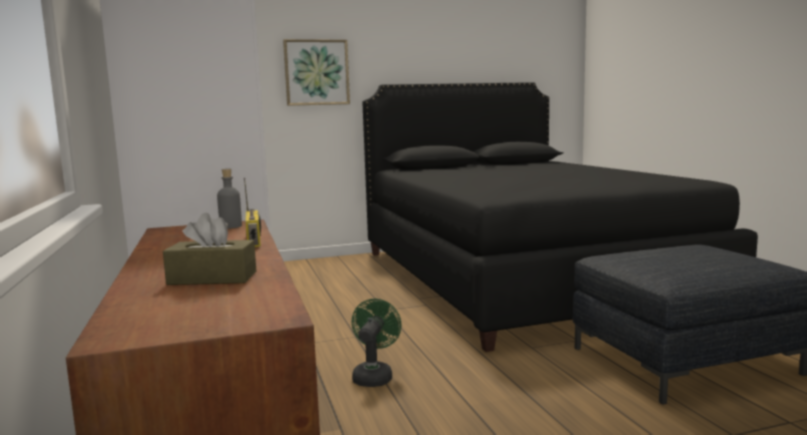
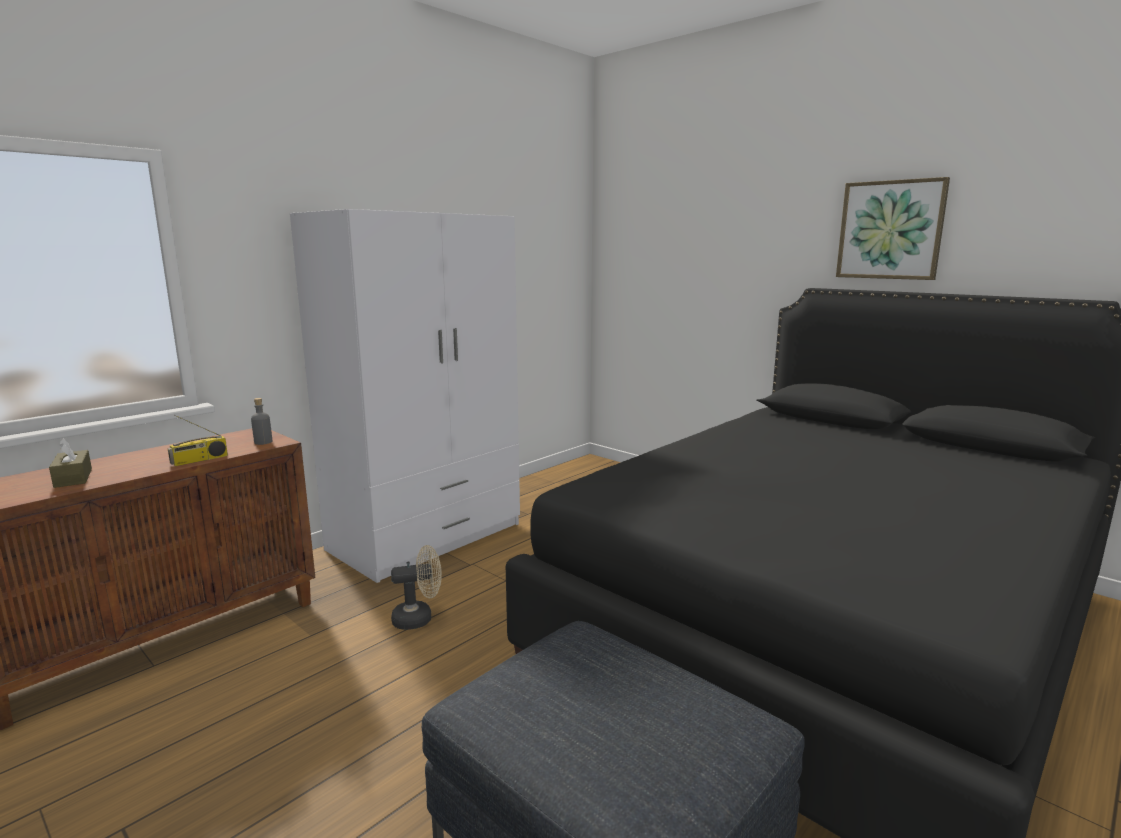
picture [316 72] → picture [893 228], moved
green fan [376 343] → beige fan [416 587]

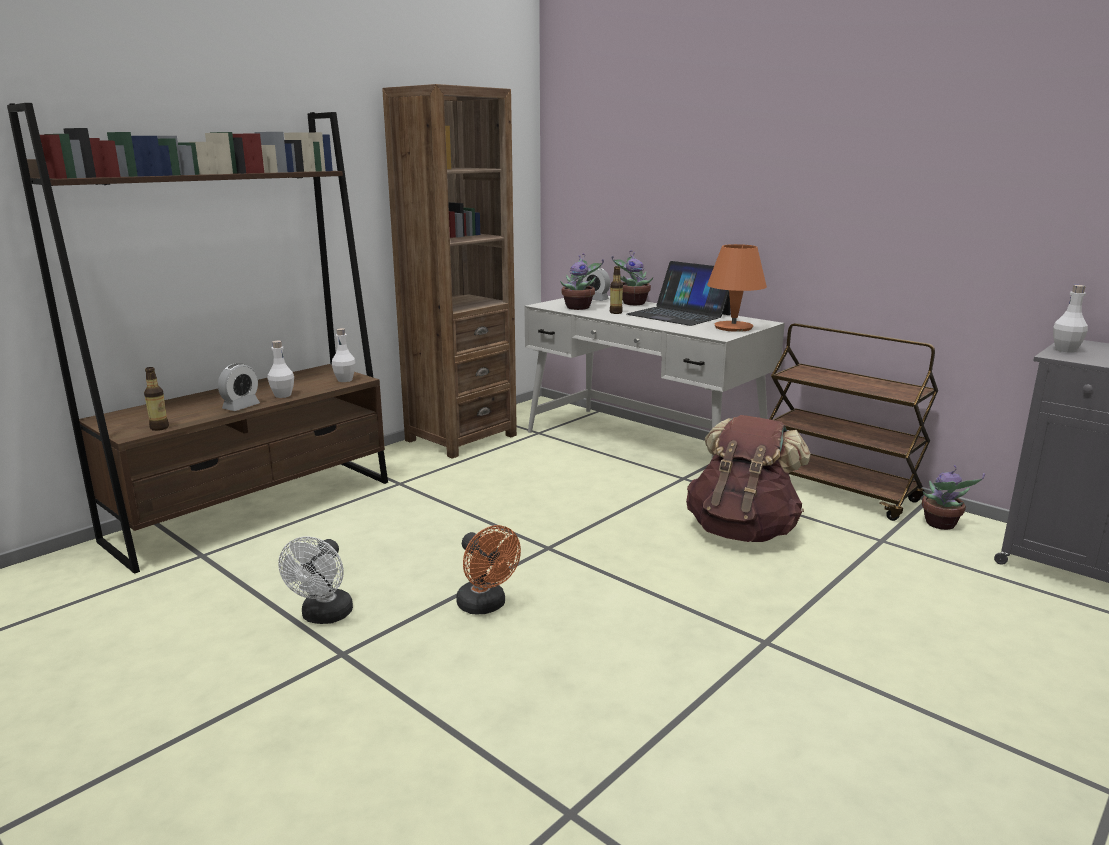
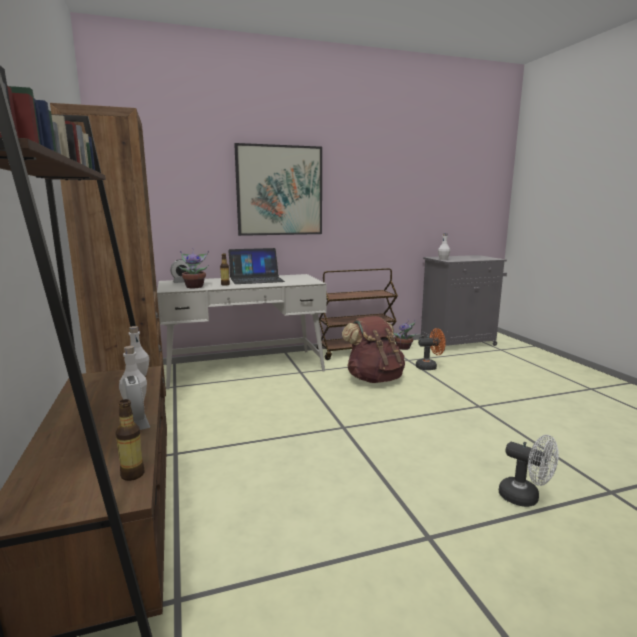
white fan [315 580] → white fan [529 471], moved
orange fan [488 569] → orange fan [431 349], moved
potted plant [632 277] → -
orange table lamp [737 288] → -
- → picture [278 189]

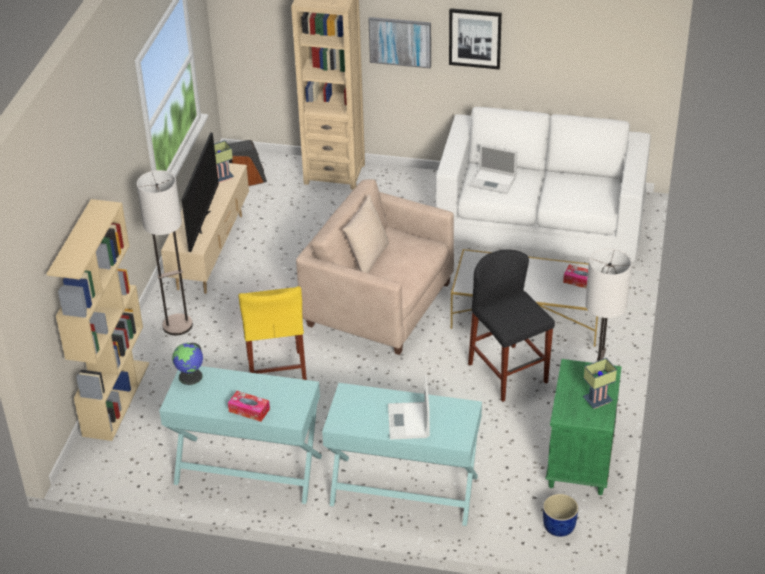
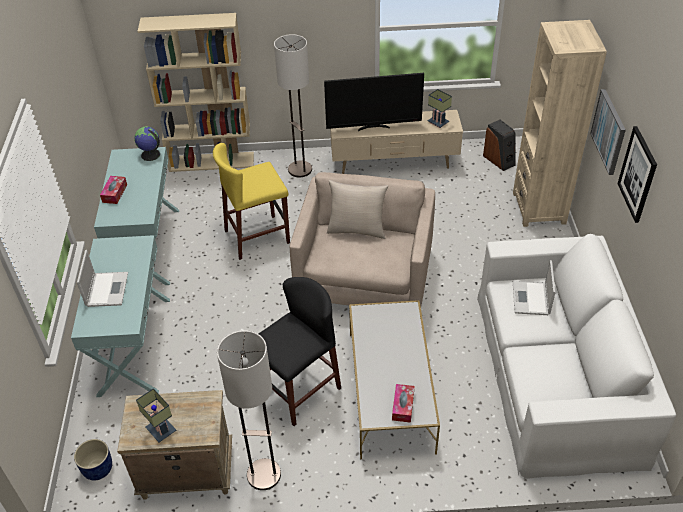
laptop [409 408] → laptop [102 278], 105 degrees clockwise
green nightstand [584 427] → beige nightstand [174 445]

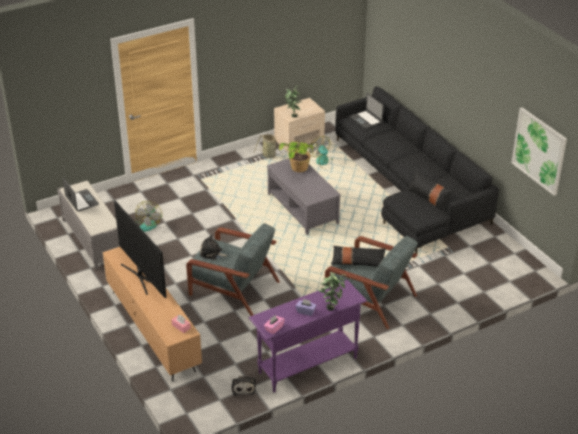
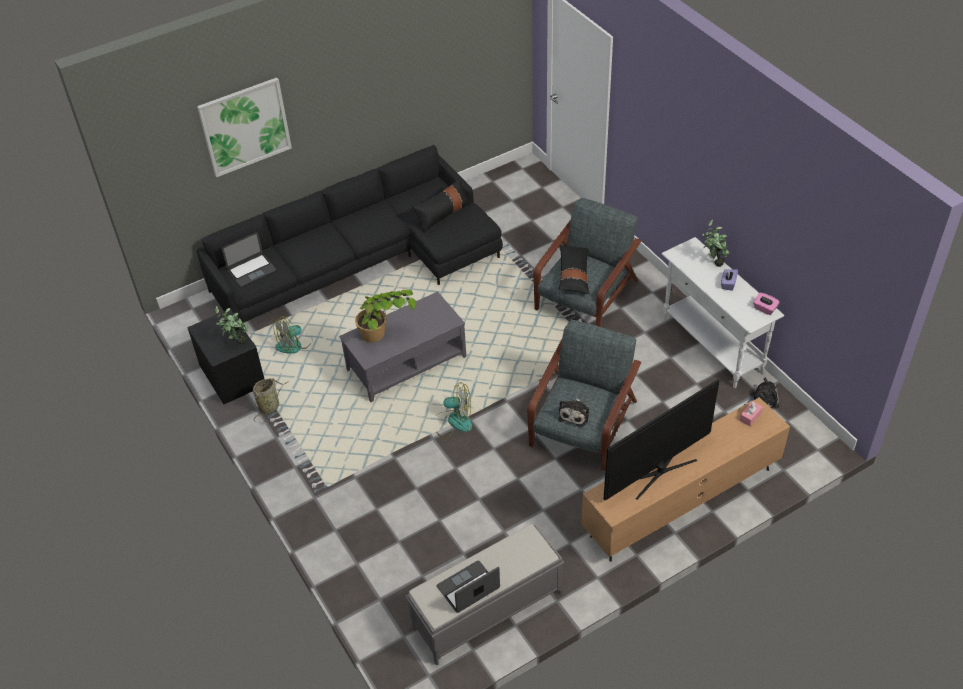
fan [148 216] → fan [454 410], moved
purple console table [308 336] → white console table [723 312]
beige nightstand [299 125] → black nightstand [225 356]
picture [539 151] → picture [244 127], moved

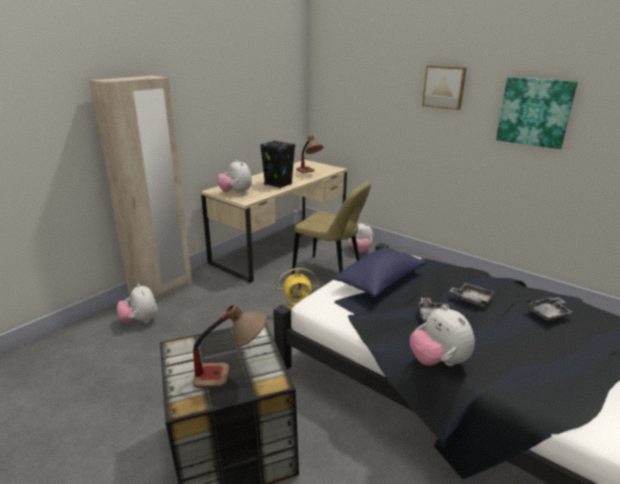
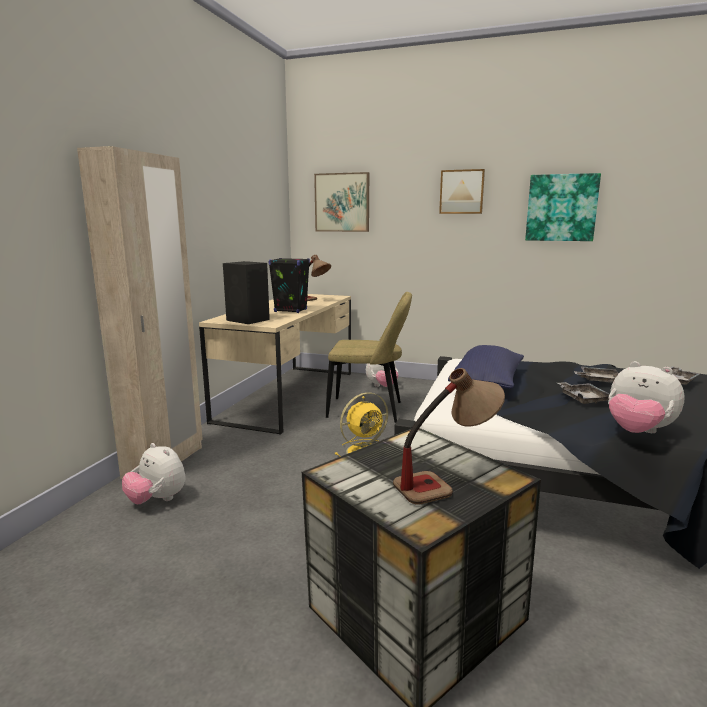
plush toy [234 176] → black speaker [246 292]
- → picture [341 202]

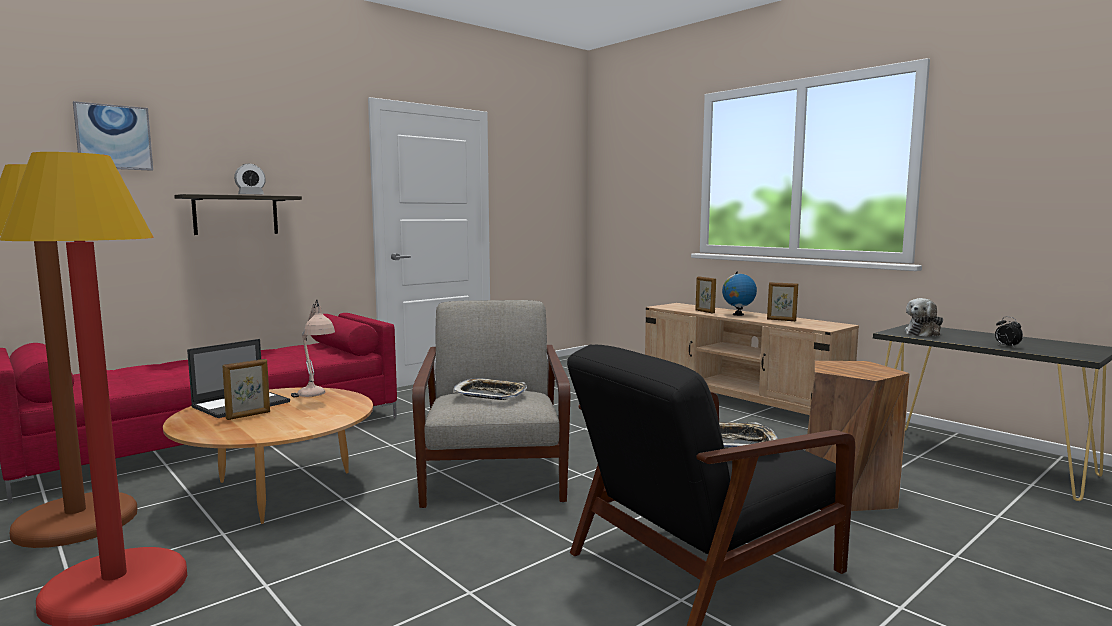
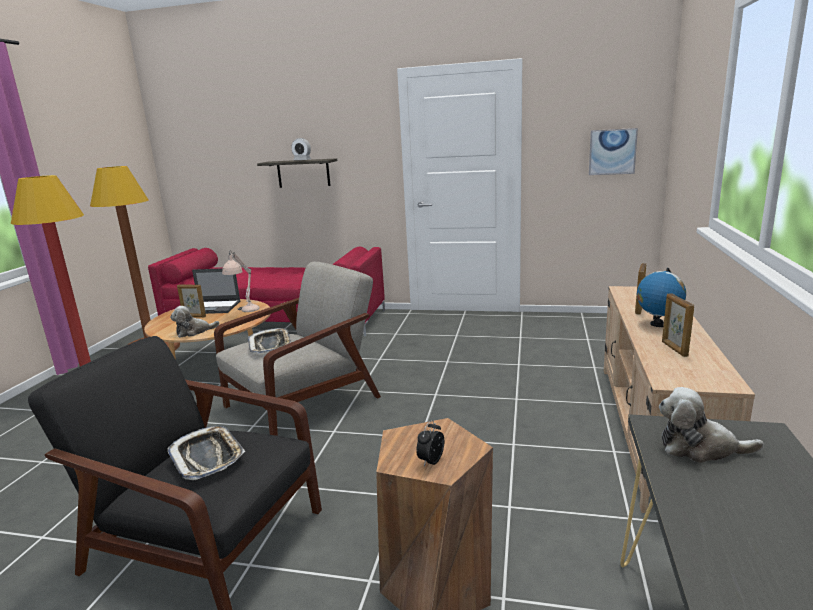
picture [113 136] → picture [613 151], moved
alarm clock [1009 332] → alarm clock [430 443], moved
- → plush toy [194 322]

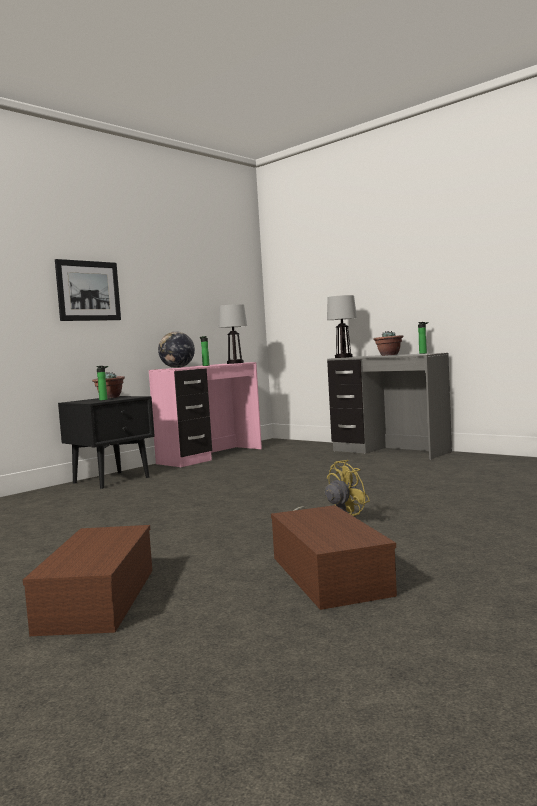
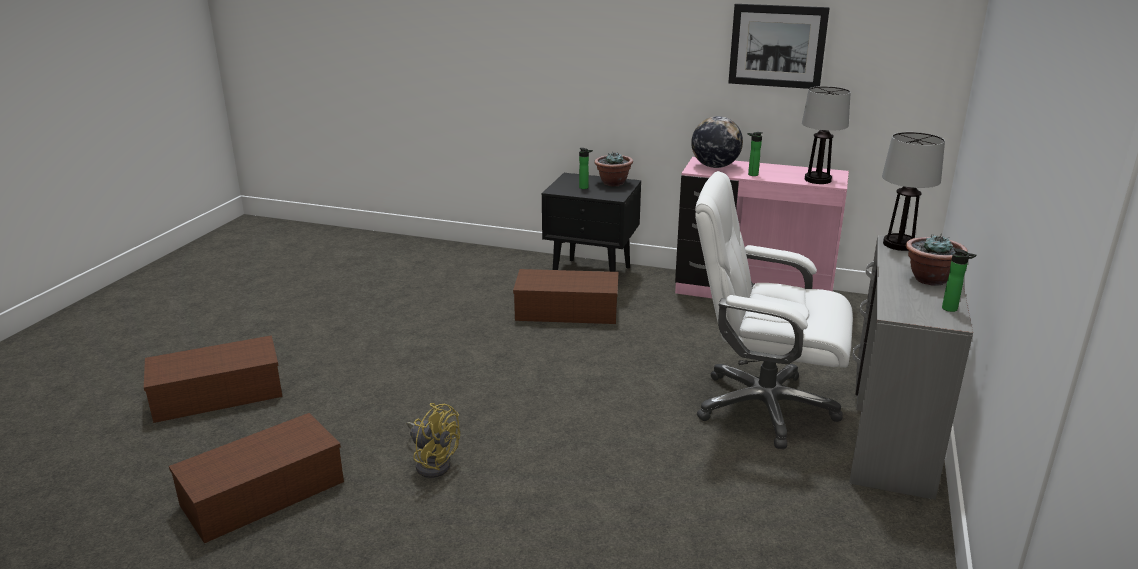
picture [88 290] → picture [779 46], moved
- → brown storage box [565 296]
- → white office chair [774 310]

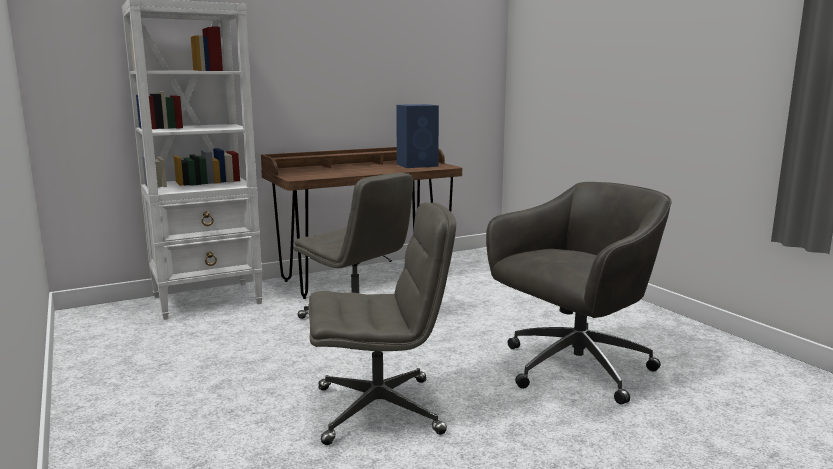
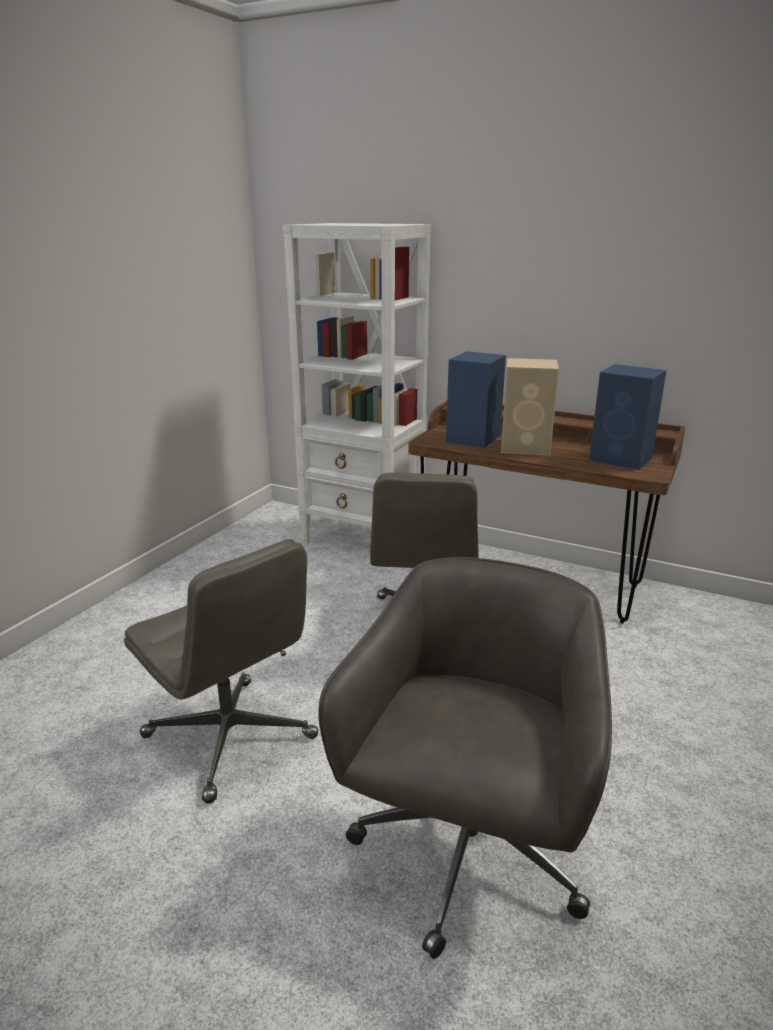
grey office chair [579 293] → grey office chair [465 758], 90 degrees counterclockwise
- → blue speaker [476 399]
- → beige speaker [530 407]

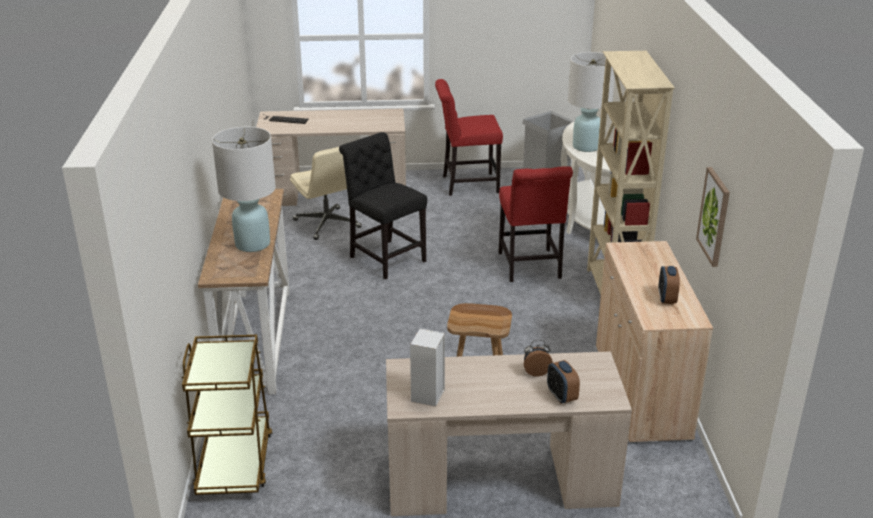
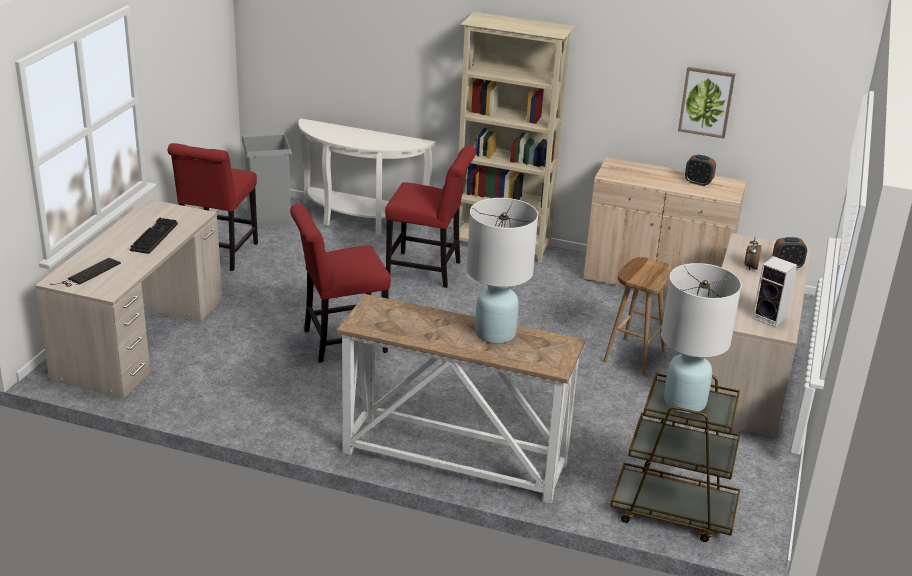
beige office chair [326 193] → -
black chair [383 206] → red chair [340 283]
white table lamp [591 102] → white table lamp [701 338], moved
- → keyboard [154 235]

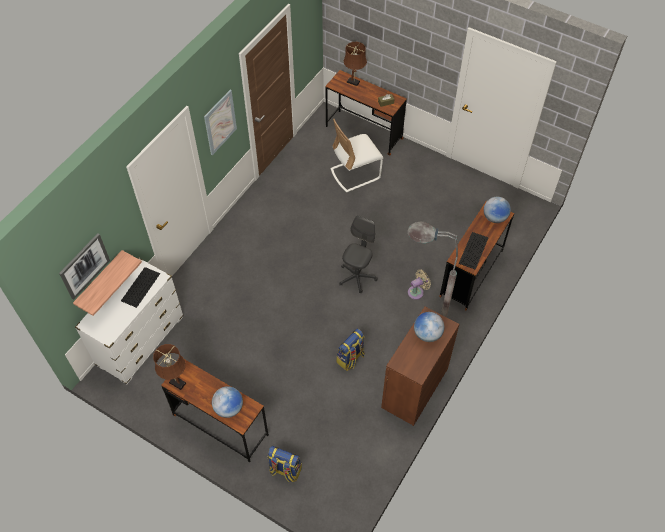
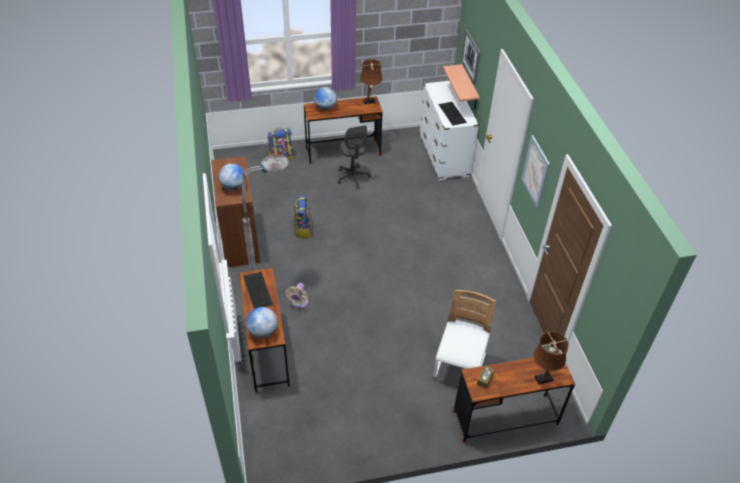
grey office chair [358 254] → grey office chair [354 157], moved

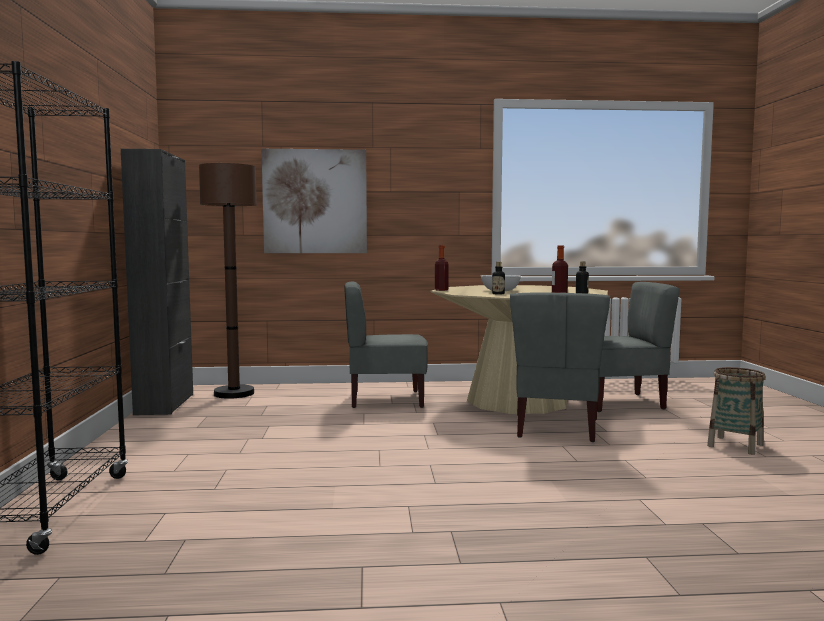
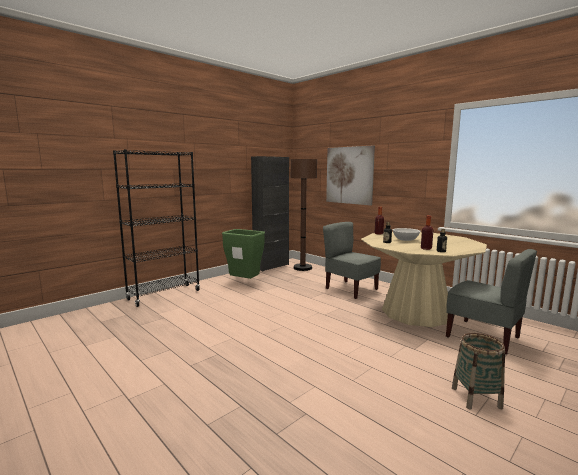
grey chair [560 367] → -
- → green trash can [243 254]

